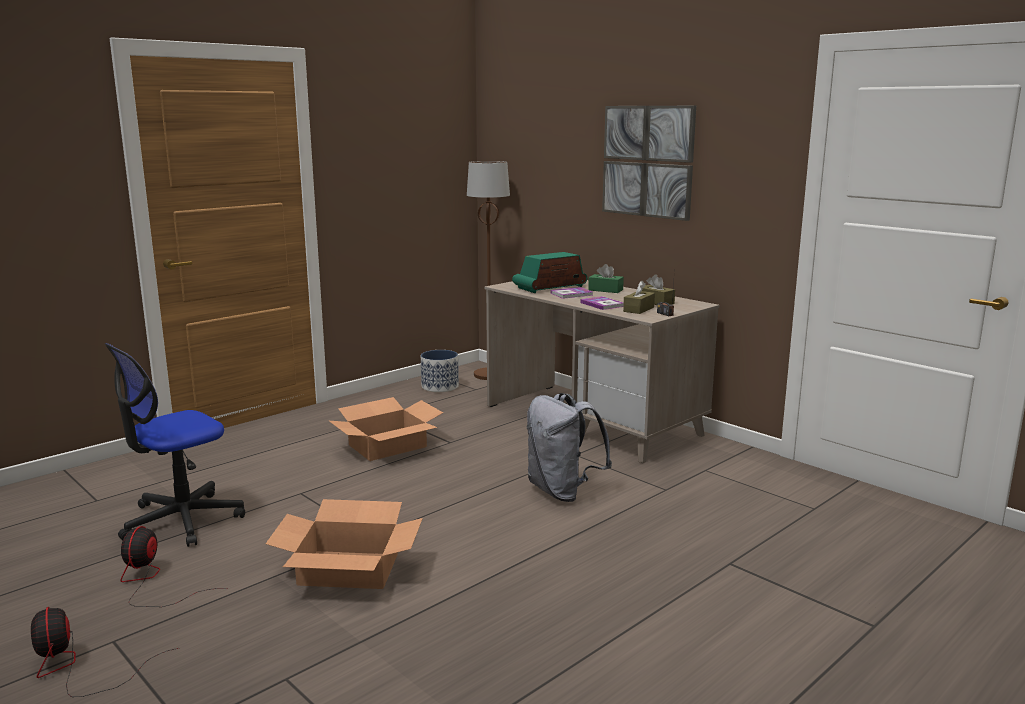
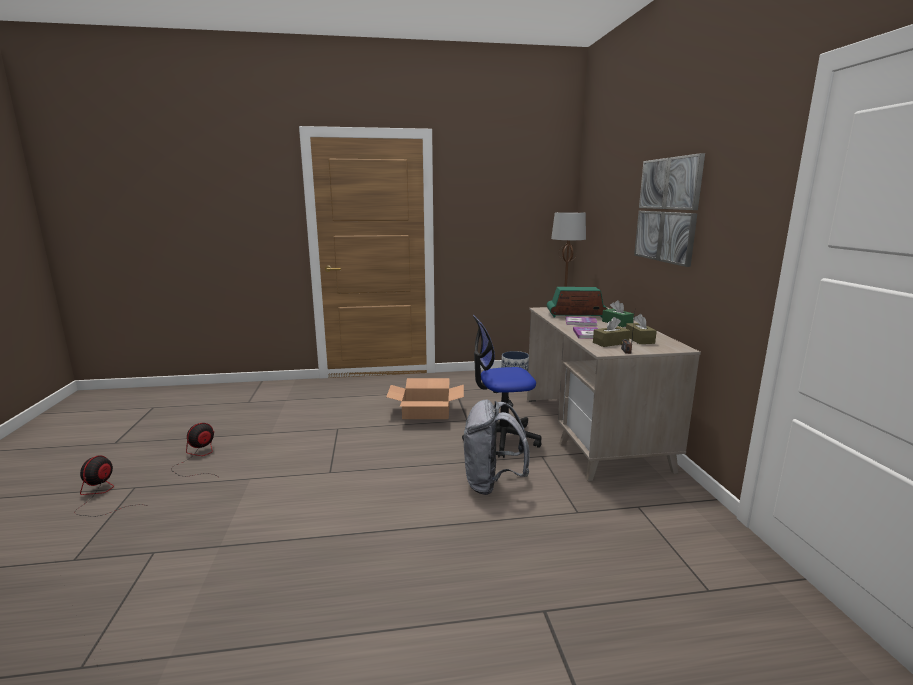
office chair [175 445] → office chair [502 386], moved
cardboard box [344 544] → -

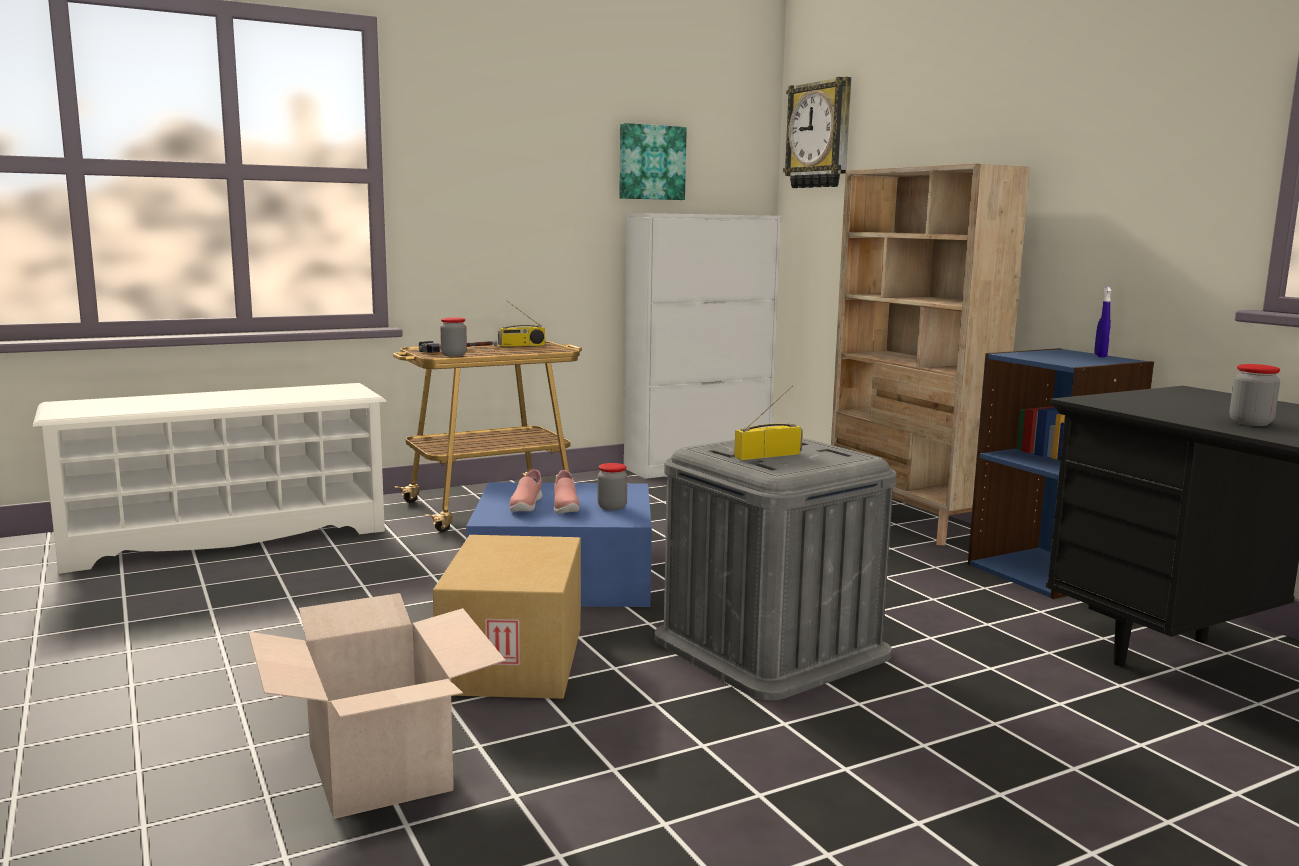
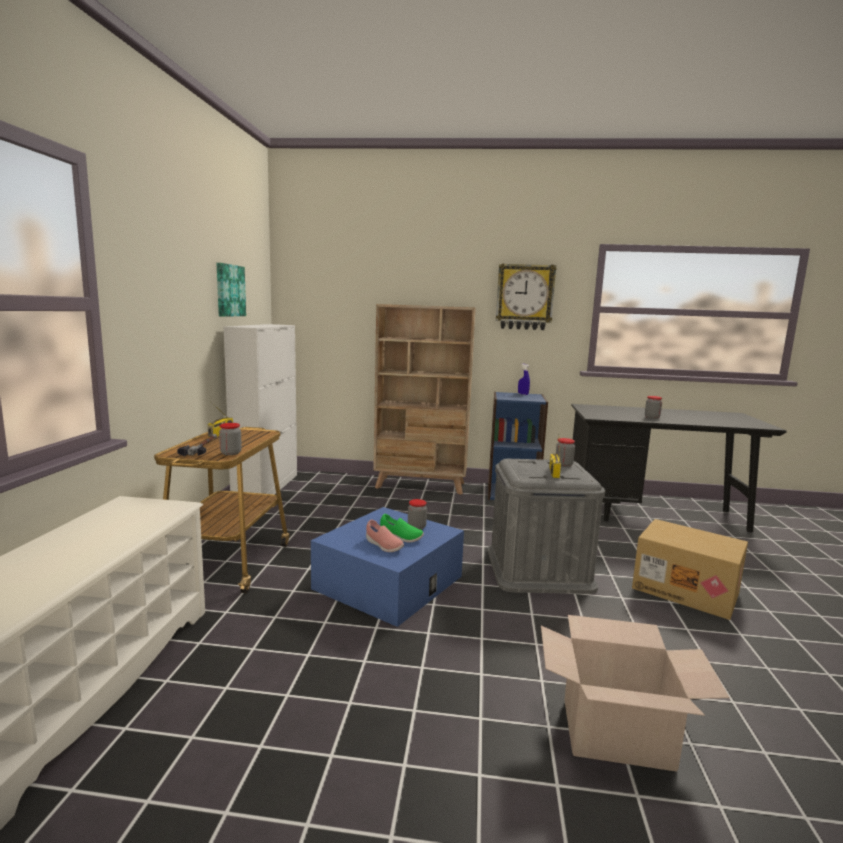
cardboard box [507 617] → cardboard box [690 569], moved
pink shoe [567 491] → green shoe [402 528]
wall clock [817 132] → wall clock [526 296], moved
- → jar [565 452]

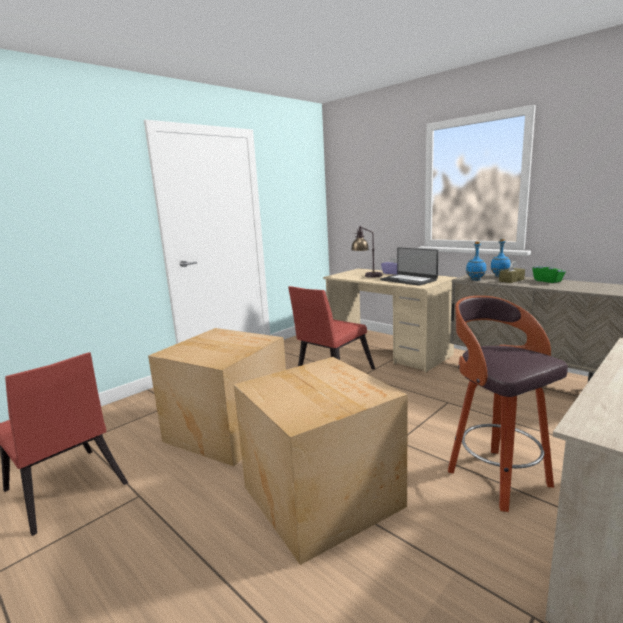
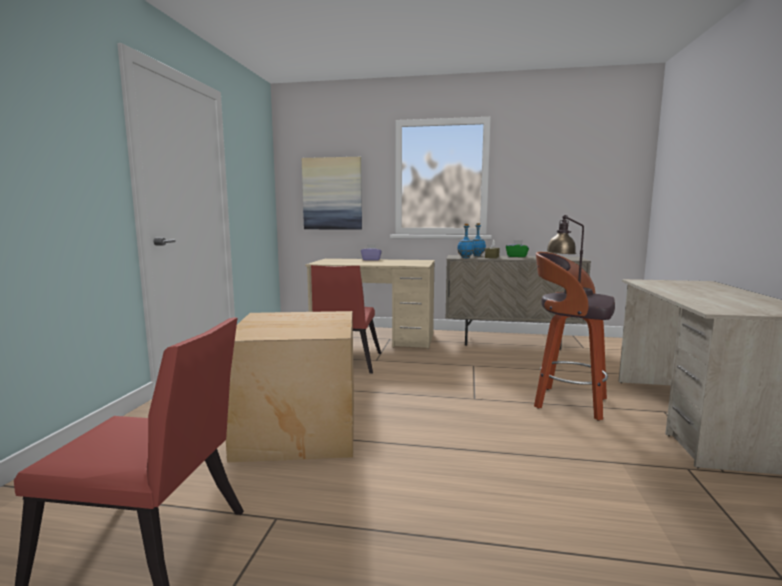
cardboard box [321 461] → -
table lamp [367 252] → table lamp [569 255], moved
laptop [409 266] → -
- → picture [332 193]

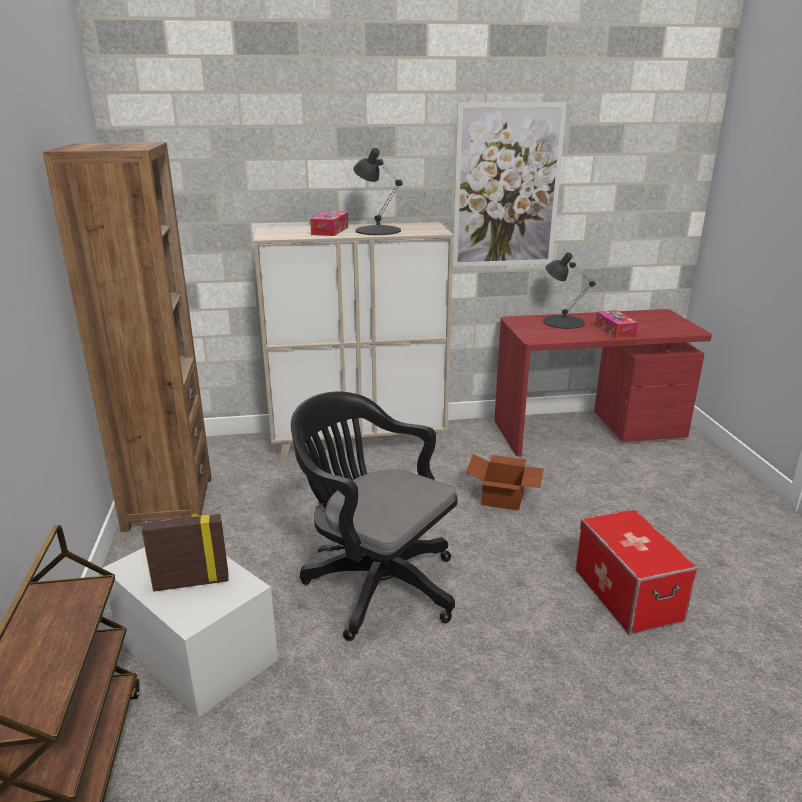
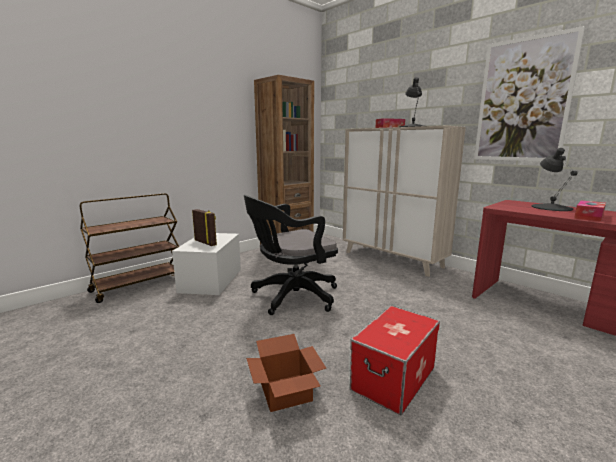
black office chair [374 516] → black office chair [291 255], 120 degrees counterclockwise
cardboard box [505 482] → cardboard box [286 373], moved

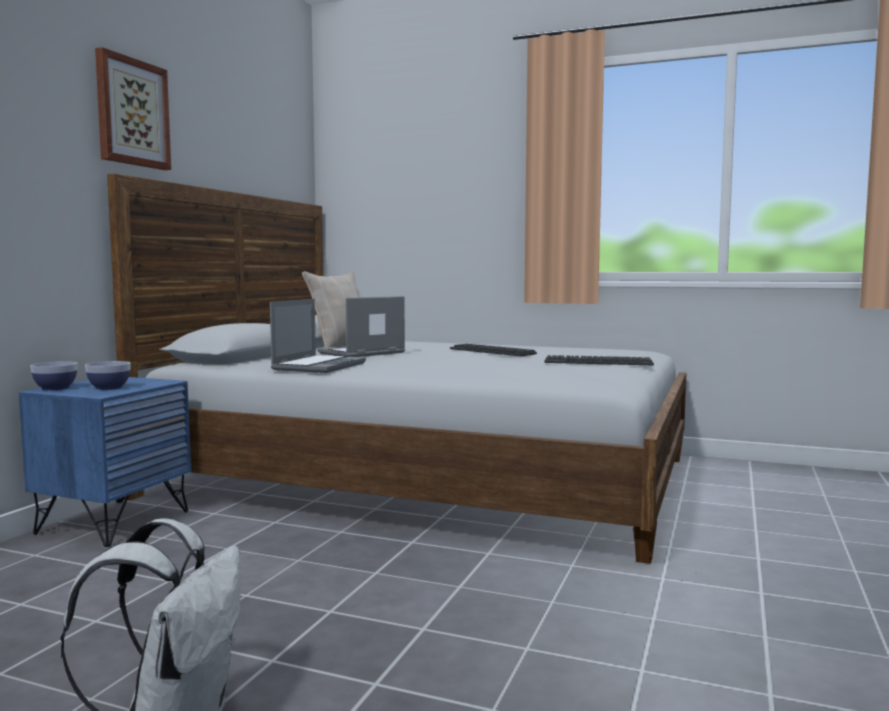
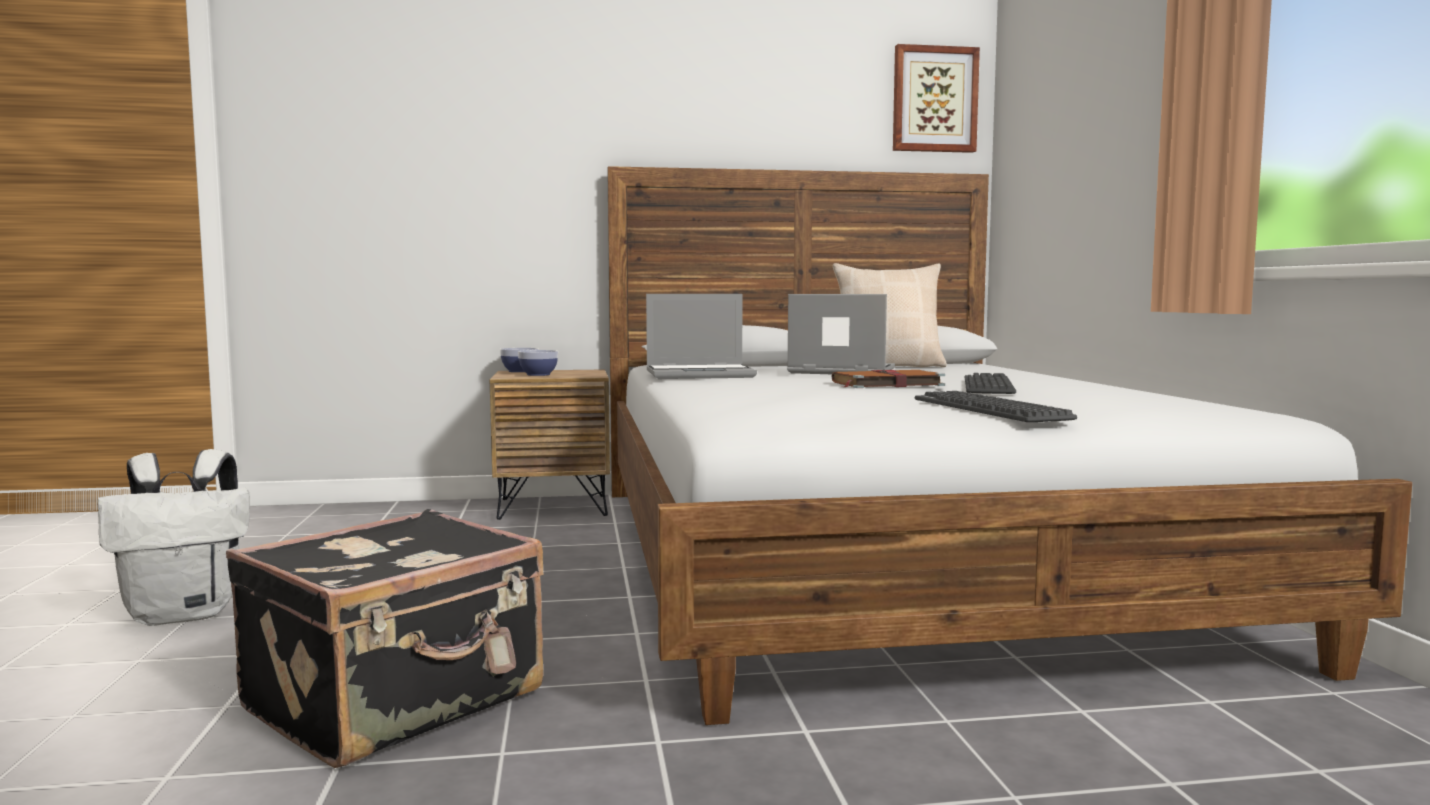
blue nightstand [105 462] → brown nightstand [550 445]
picture [133 108] → picture [936 98], moved
- → black suitcase [385 638]
- → brown book [888 379]

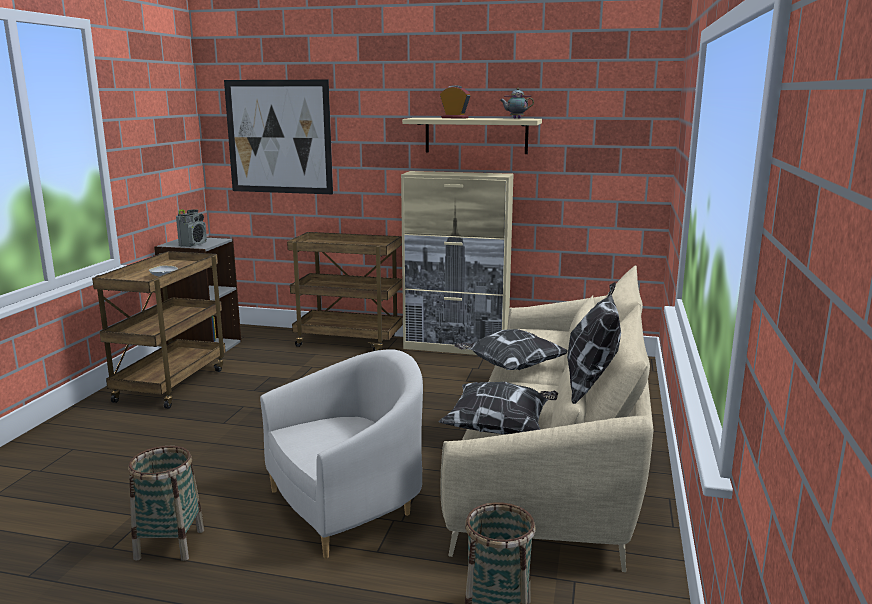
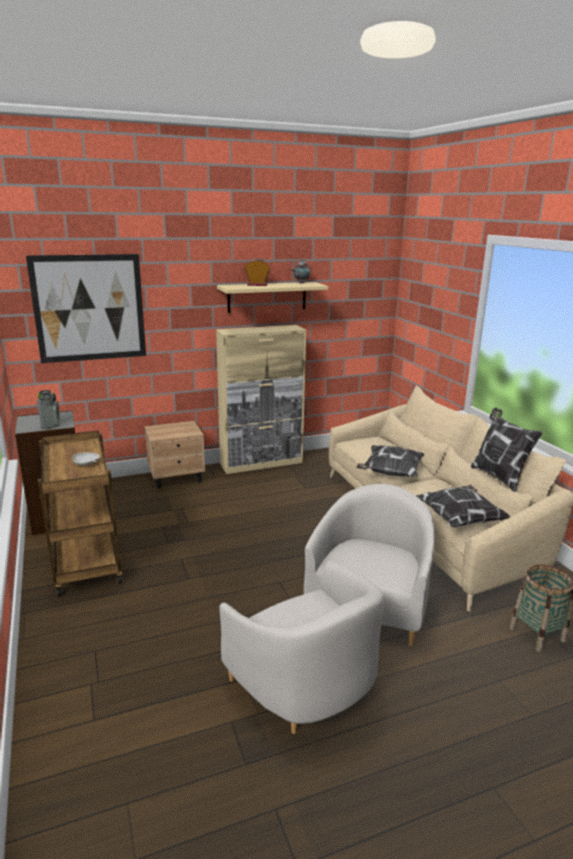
basket [166 503] → white armchair [301 647]
brown cart [345 291] → beige nightstand [174 455]

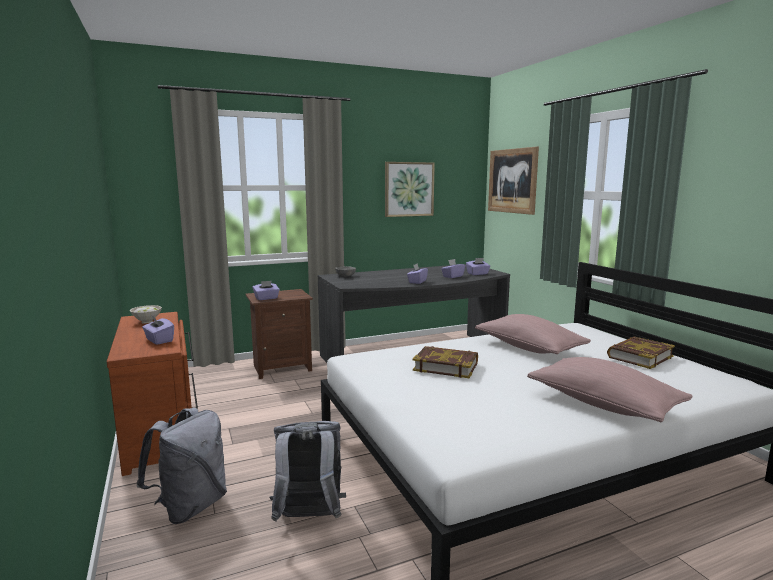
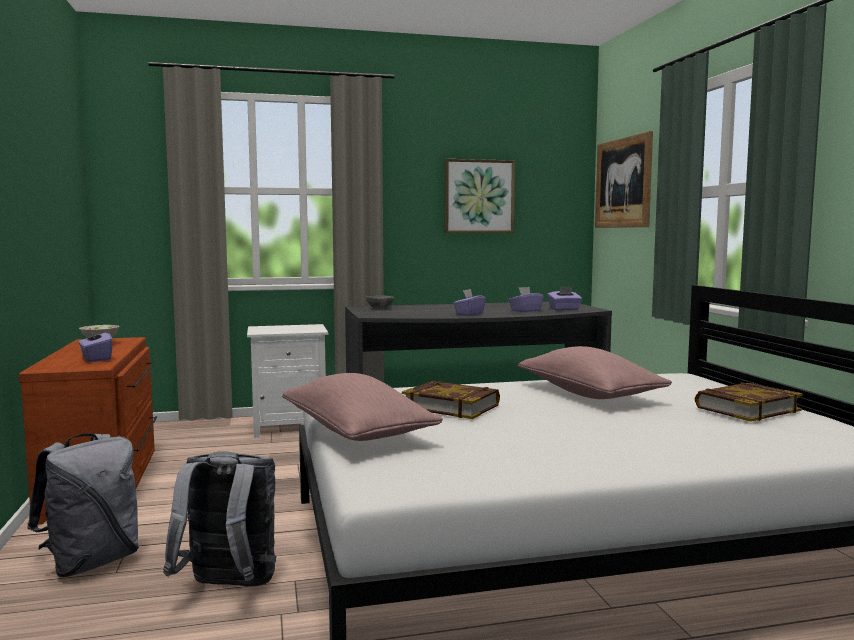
brown nightstand [279 334] → white nightstand [287 381]
purple tissue box [266 290] → -
pink pillow [610 389] → pink pillow [362 407], moved

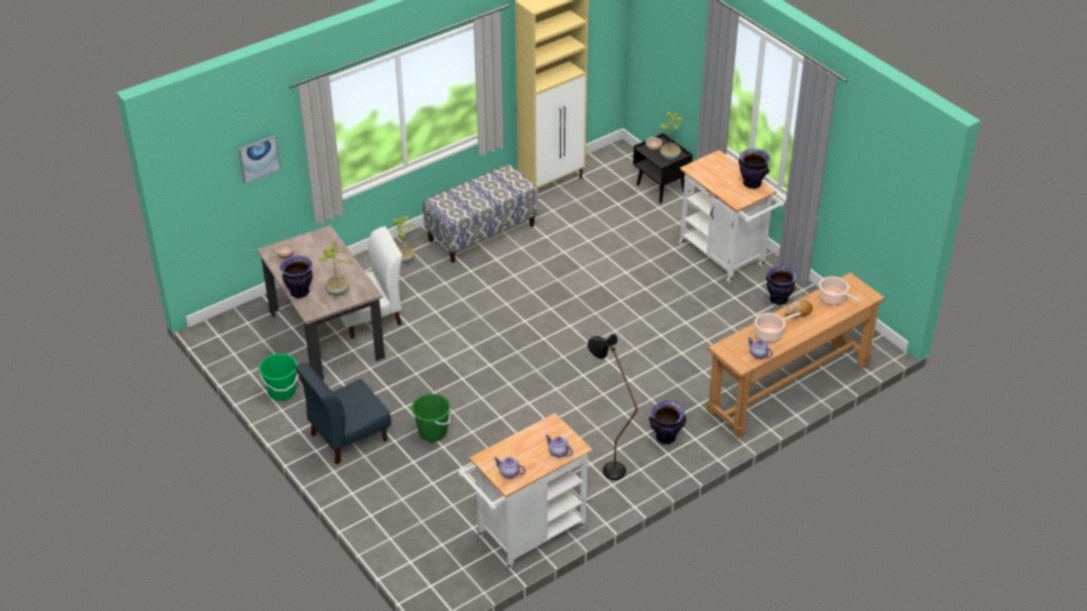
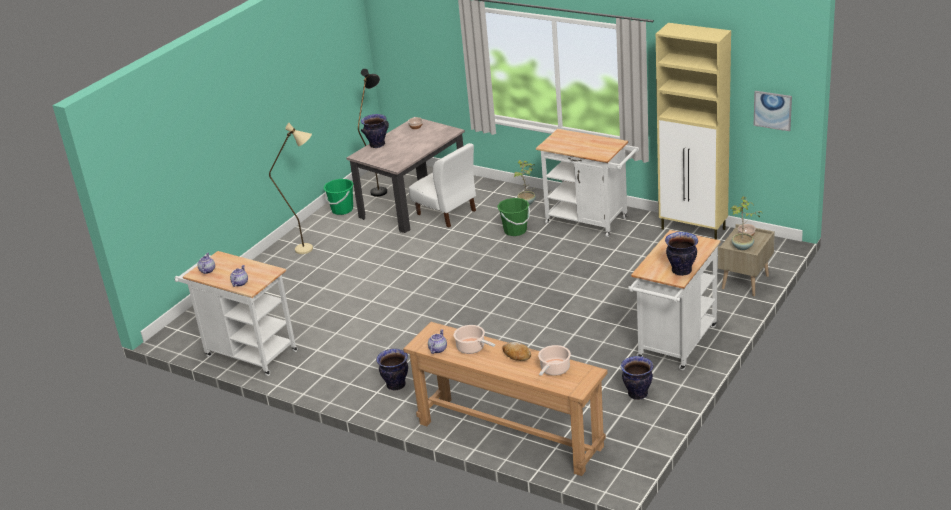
picture [259 159] → picture [772 111], moved
blue chair [343 414] → beige floor lamp [291 188]
potted plant [335 269] → -
green bucket [431 417] → green bucket [513 217], moved
bench [480 213] → white cart [587 183]
black floor lamp [612 407] → black floor lamp [372 133], moved
black nightstand [663 168] → beige nightstand [746 260]

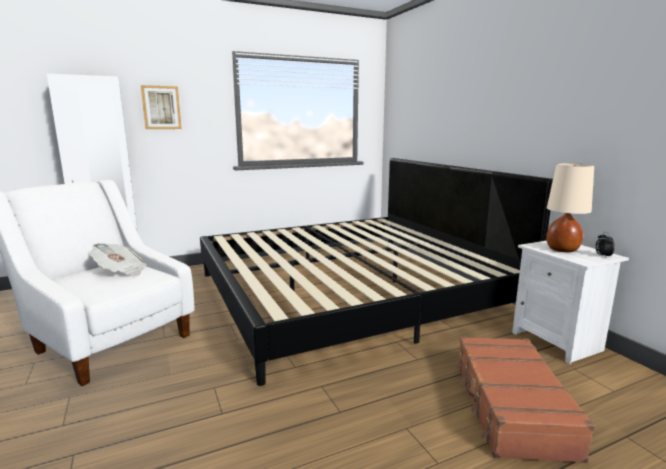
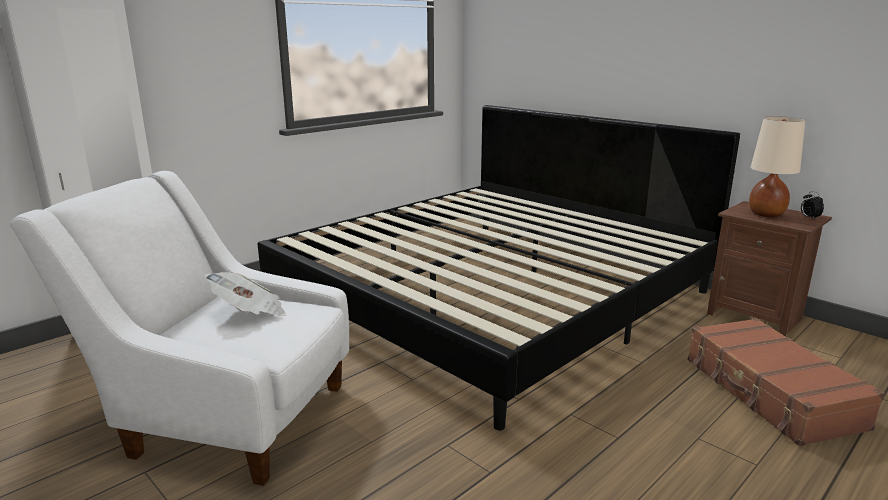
picture [161 107] → -
white nightstand [570 302] → brown nightstand [769 269]

